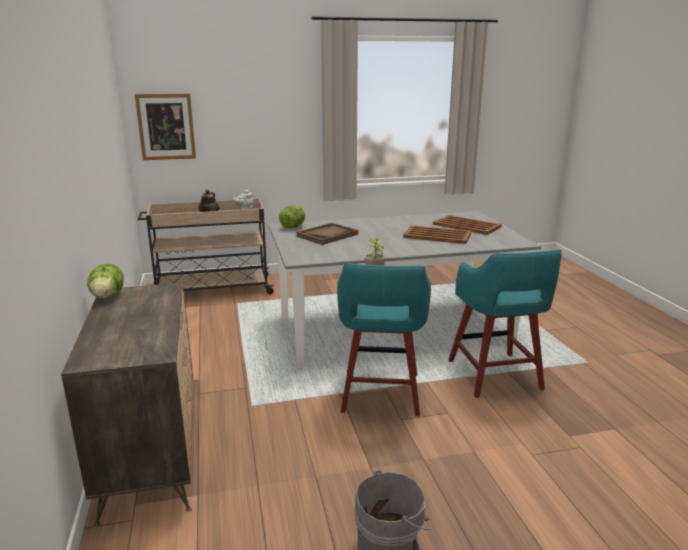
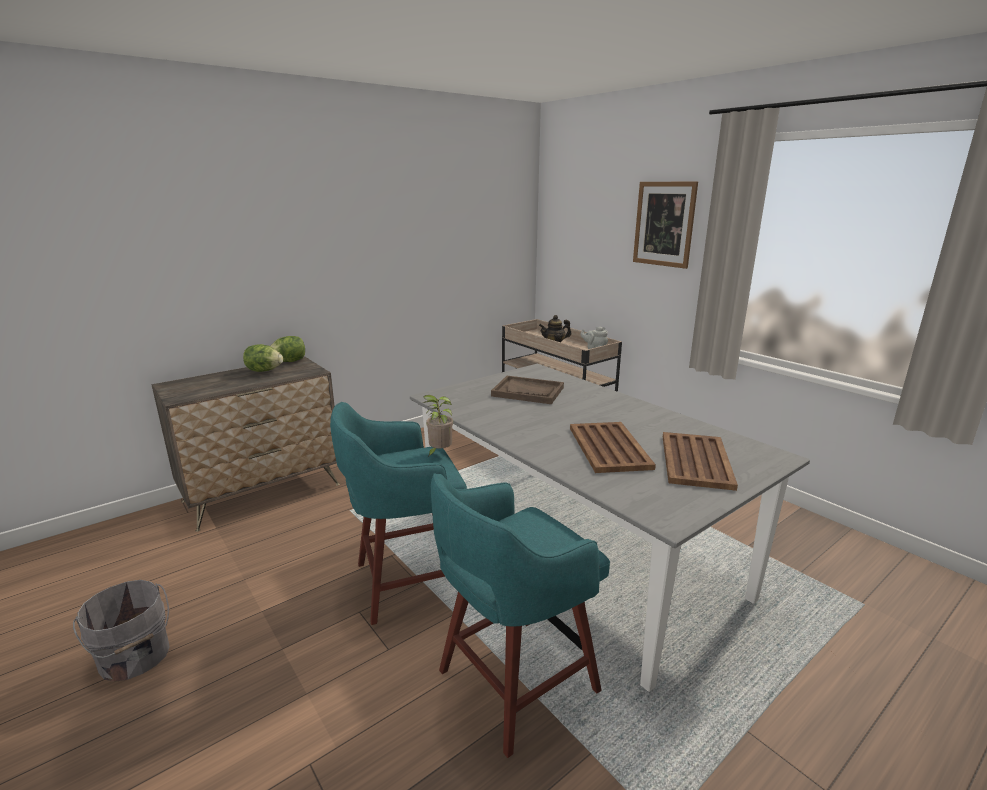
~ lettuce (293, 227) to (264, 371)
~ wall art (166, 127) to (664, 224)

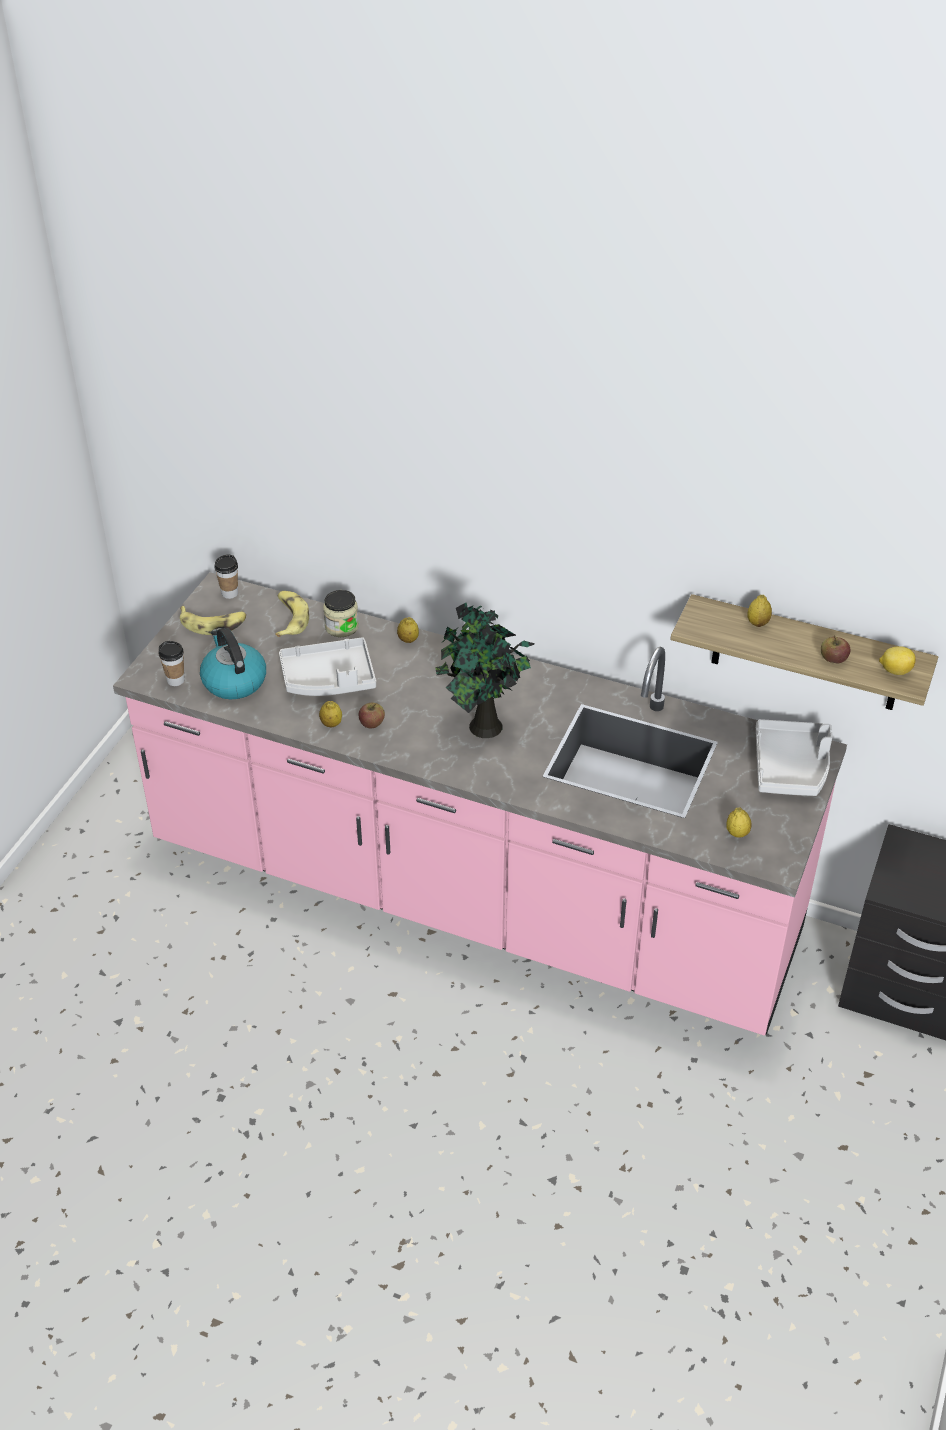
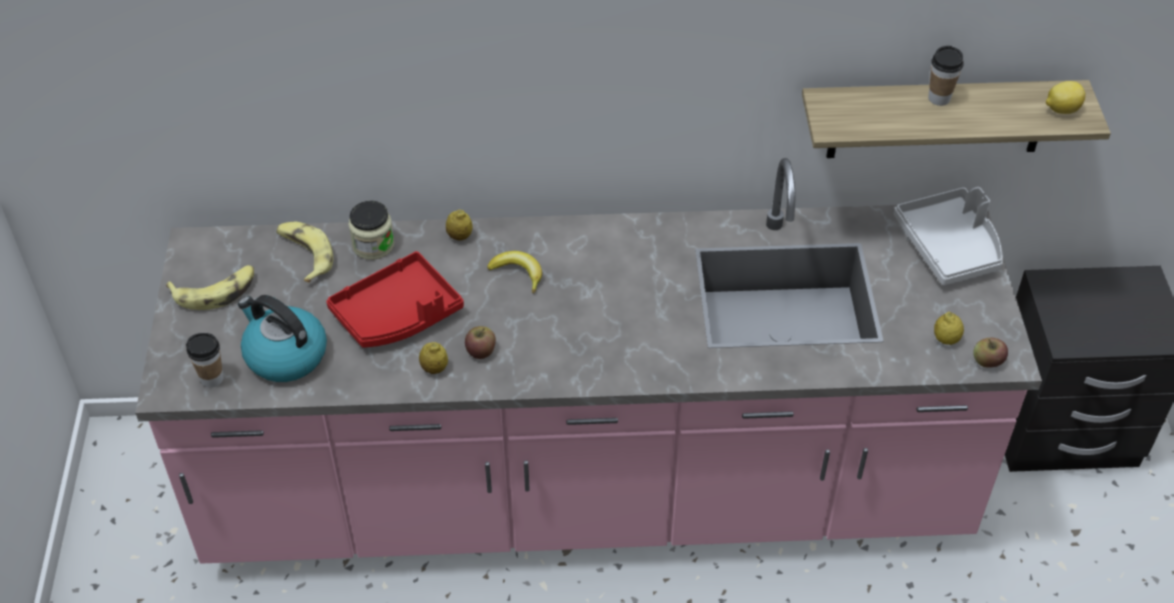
~ tray (gray) (329, 679) to tray (red-coloured) (398, 314)
+ whole banana (518, 273)
~ drinking cup (229, 593) to (939, 98)
~ apple fruit (833, 659) to (987, 362)
- houseplant (483, 728)
- citrus fruit (757, 623)

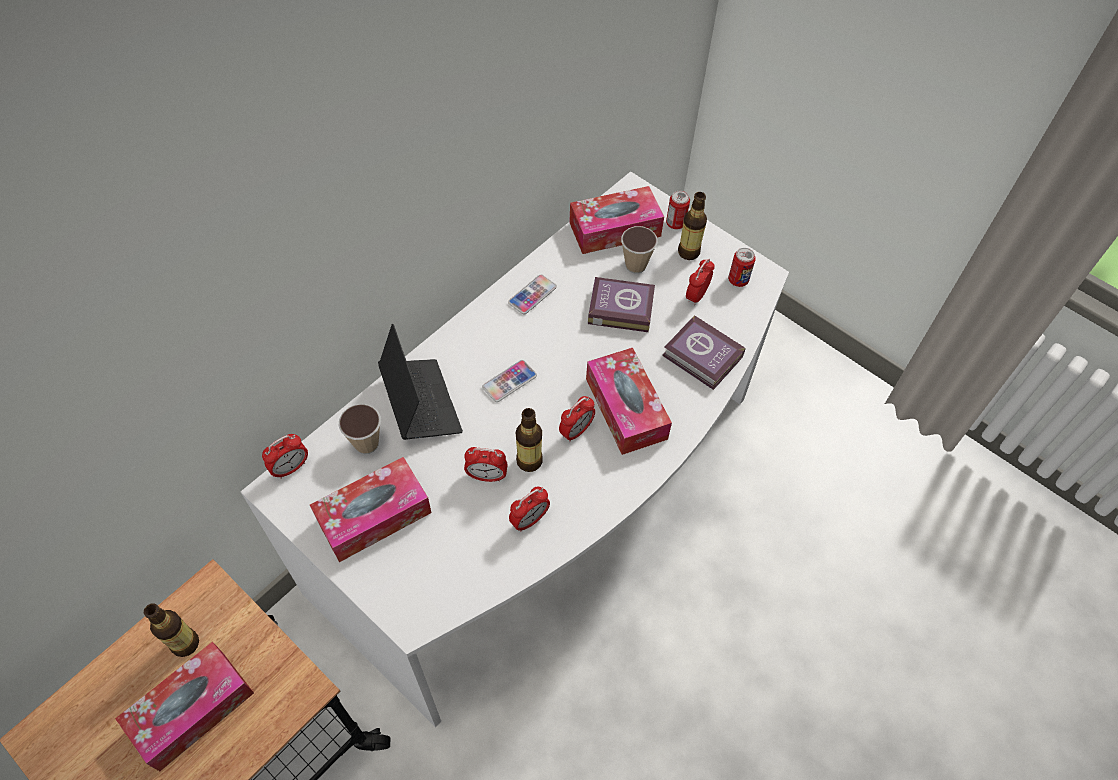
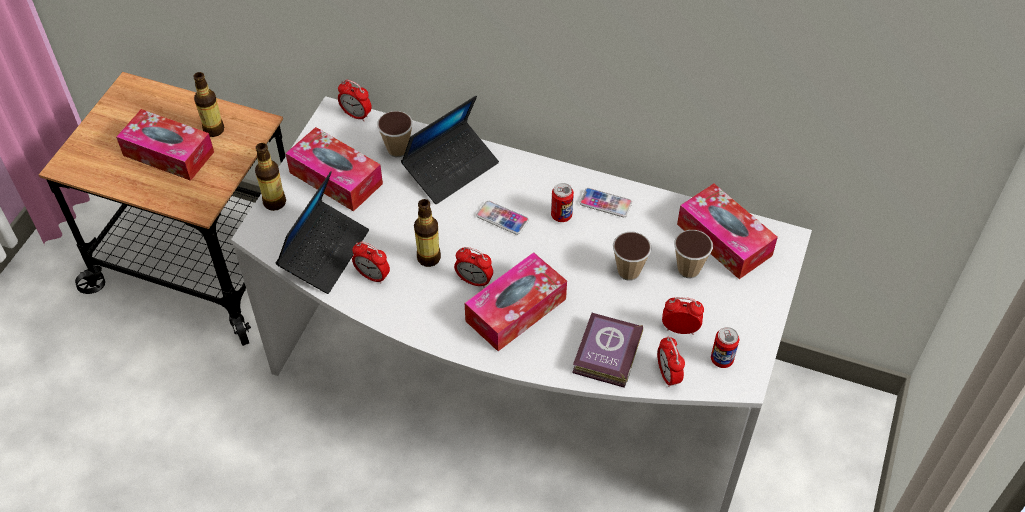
~ drink bottle (688, 252) to (274, 202)
+ laptop (324, 252)
~ can (675, 223) to (561, 215)
~ volume (619, 307) to drinking cup (628, 271)
~ bedside clock (487, 476) to (668, 375)

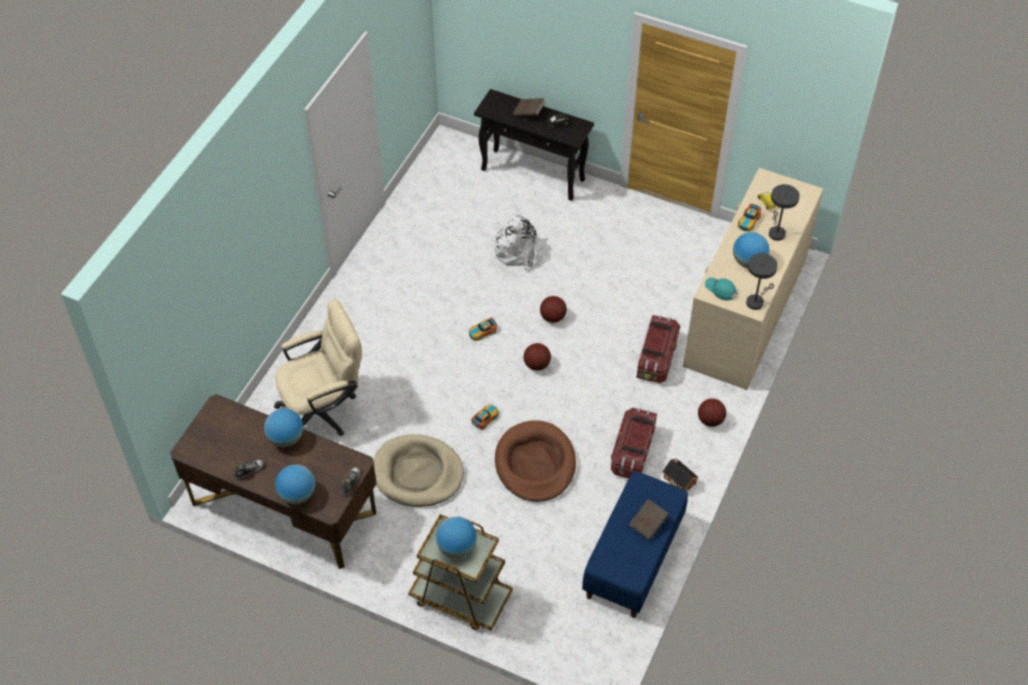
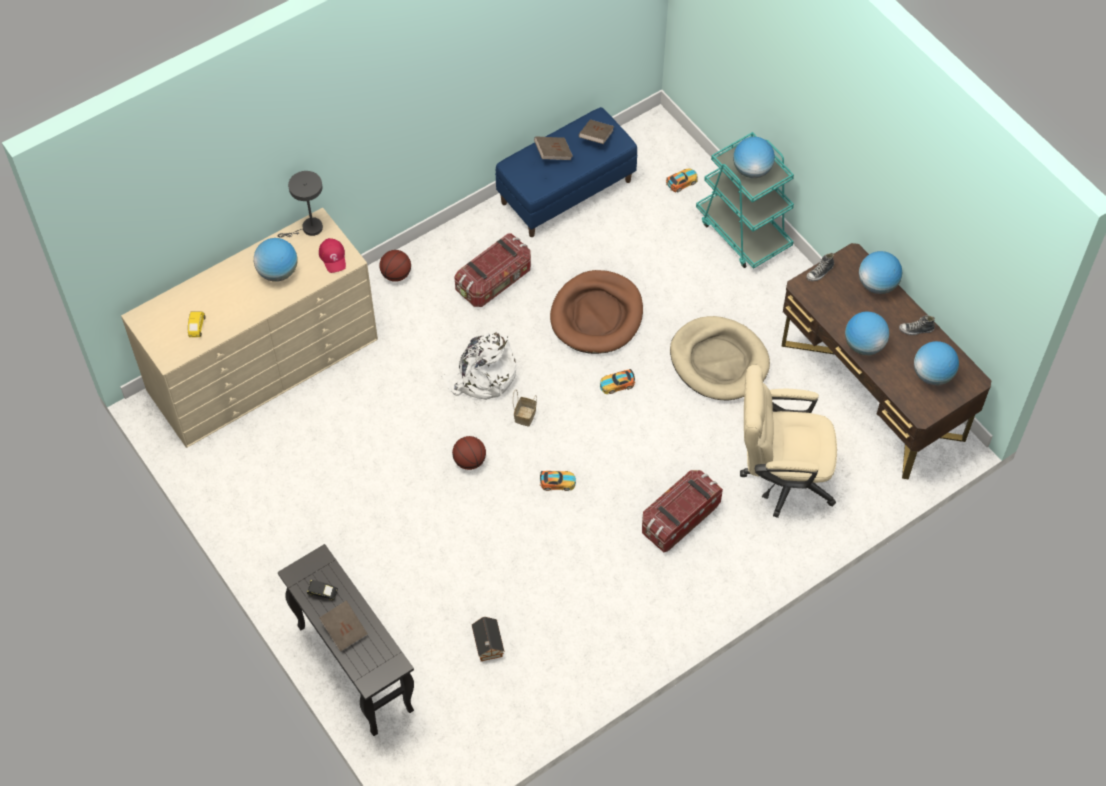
~ baseball cap (blue-green) (720, 289) to baseball cap (red-coloured) (333, 257)
~ backpack (whitish) (519, 250) to (482, 377)
~ toy house (678, 479) to (488, 645)
~ basketball ball (537, 365) to household basket (525, 415)
+ volume (brownish) (596, 137)
~ storage bin (656, 358) to (679, 519)
~ miniature car (748, 221) to (682, 182)
~ wheeled cart (brownish) (460, 597) to wheeled cart (blue-green) (743, 232)
+ desk globe (932, 375)
- lamp for a table (gray) (776, 232)

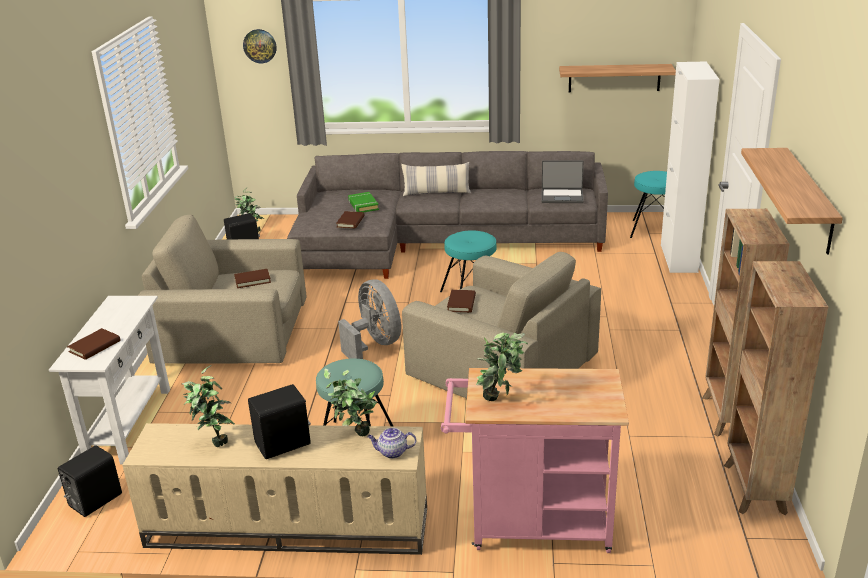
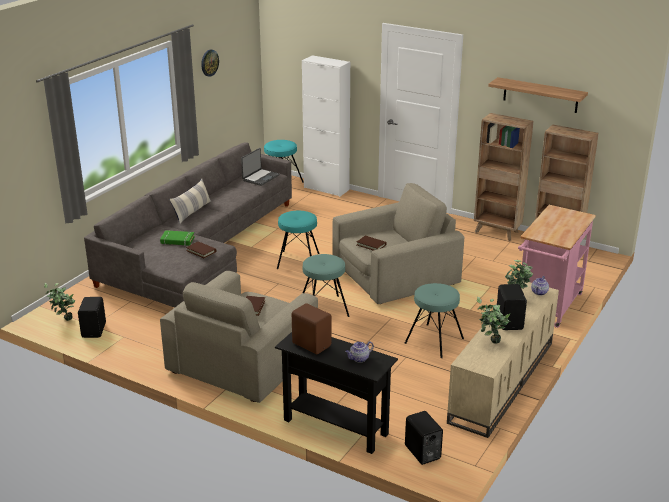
~ wall clock (260, 46) to (209, 62)
~ narrow table (whitish) (129, 424) to narrow table (blackish) (335, 427)
+ audio speaker (brownish) (311, 344)
~ fan (gray) (374, 345) to stool seat (blue-green) (324, 308)
~ volume (brownish) (95, 346) to teapot (359, 359)
- houseplant (501, 399)
- wall shelf (614, 78)

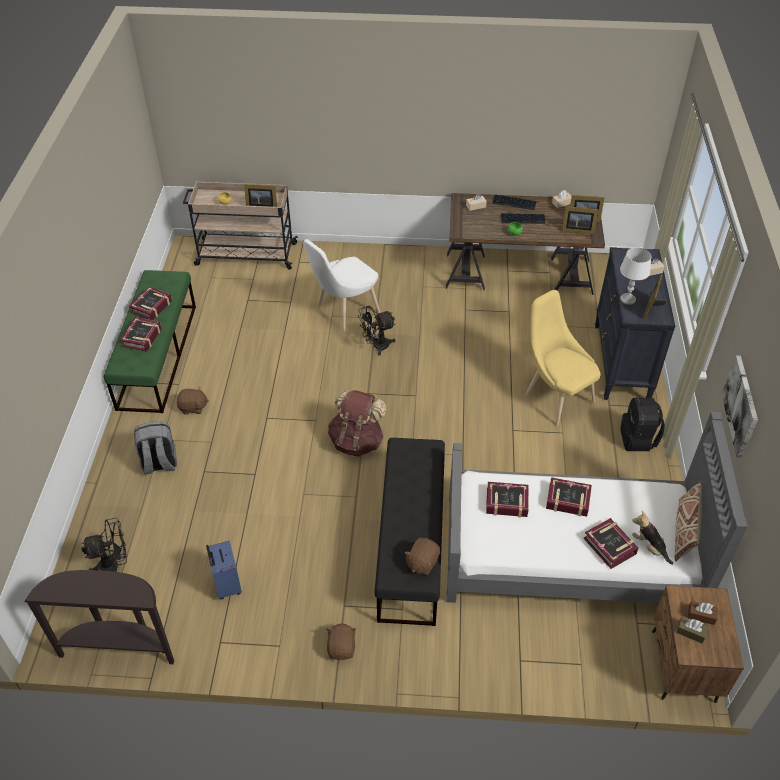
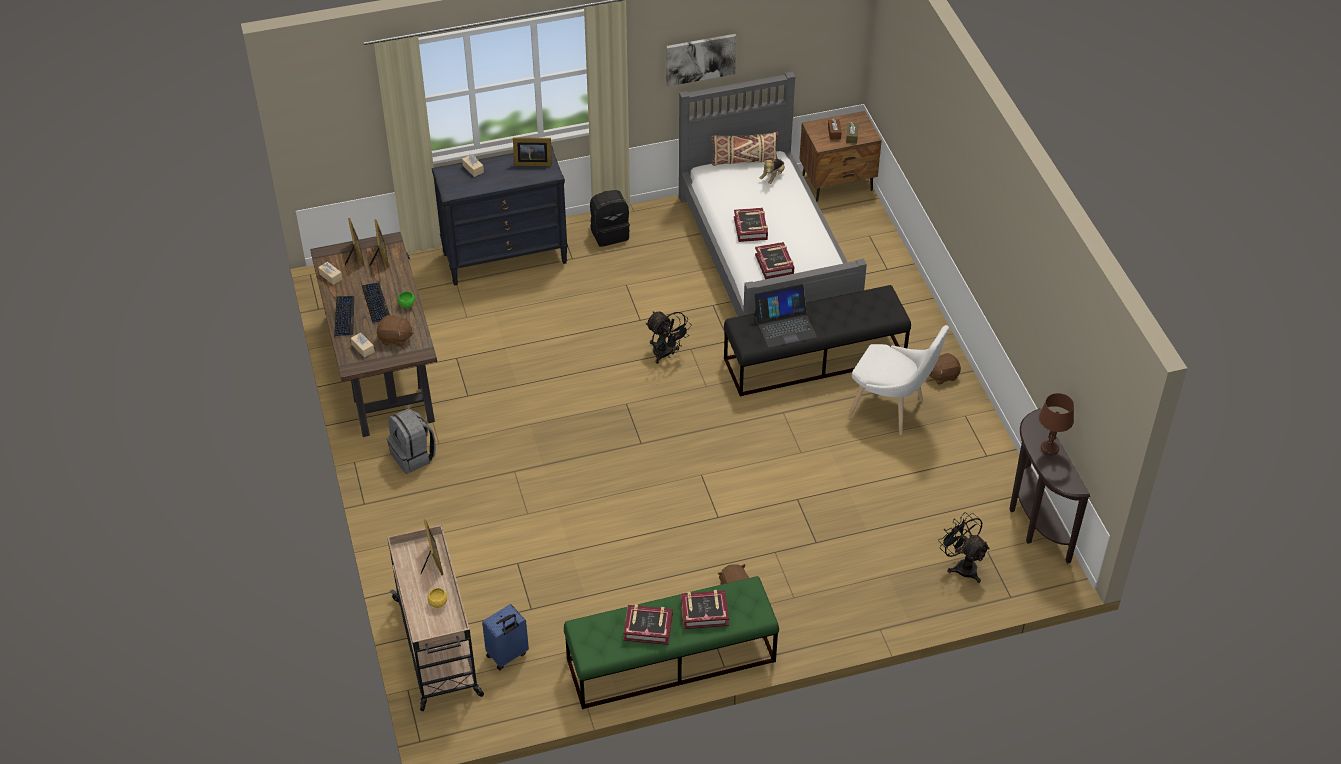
~ cuddly toy (brownish) (422, 563) to (395, 338)
~ backpack (gray) (159, 463) to (413, 456)
~ suitcase (bluish) (226, 585) to (507, 655)
~ fan (blackish) (376, 346) to (665, 354)
+ laptop (785, 326)
~ plain chair (whitish) (344, 312) to (891, 410)
+ lamp for a table (brownish) (1049, 448)
- backpack (brownish) (357, 441)
- plain chair (yellow-coloured) (555, 396)
- volume (610, 546)
- lamp for a table (whitish) (627, 299)

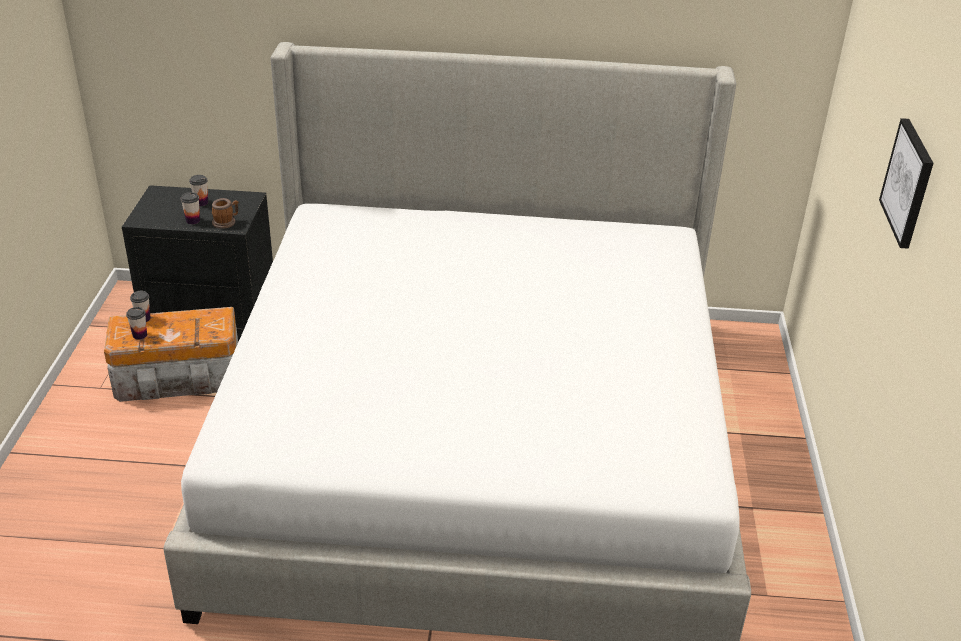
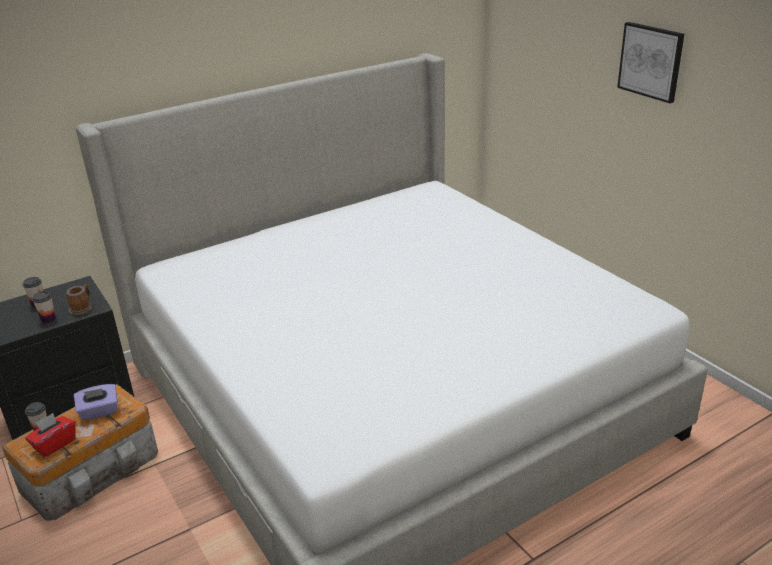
~ drinking cup (140, 335) to tissue holder (red-coloured) (54, 444)
+ tissue holder (purplish) (99, 412)

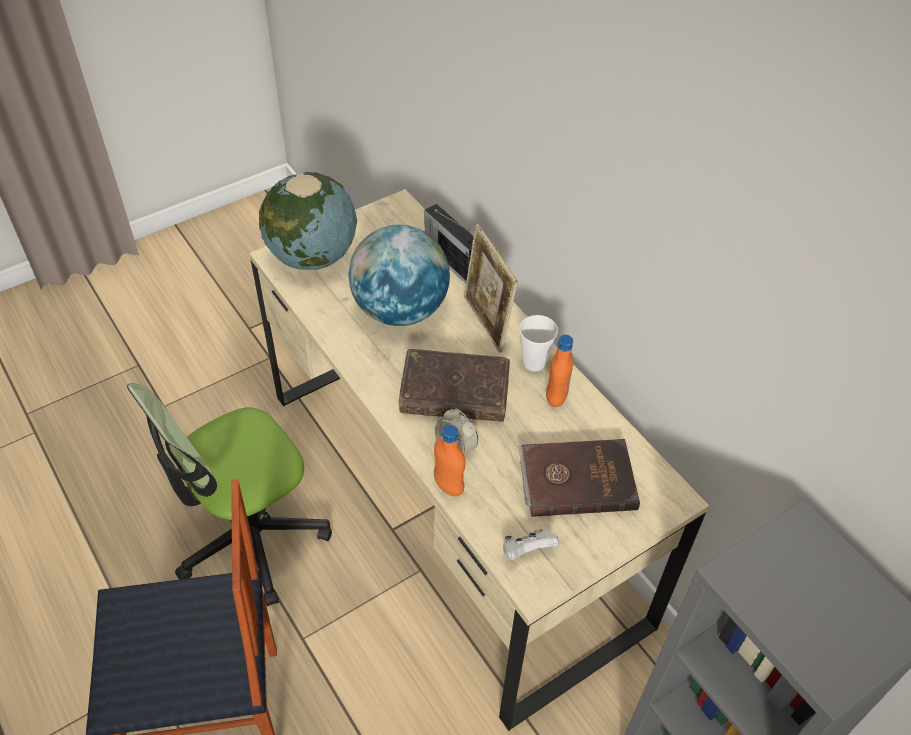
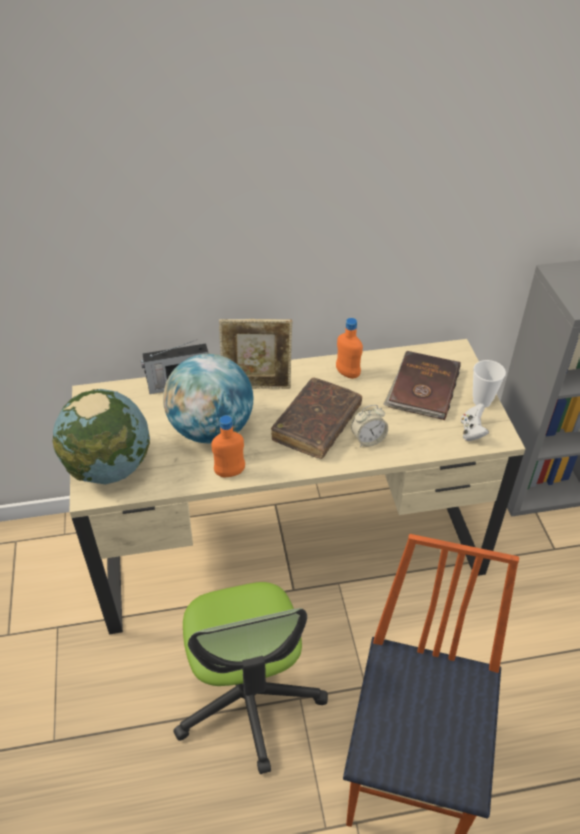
~ drink bottle (orangey) (448, 486) to (230, 472)
~ drinking cup (534, 363) to (482, 401)

